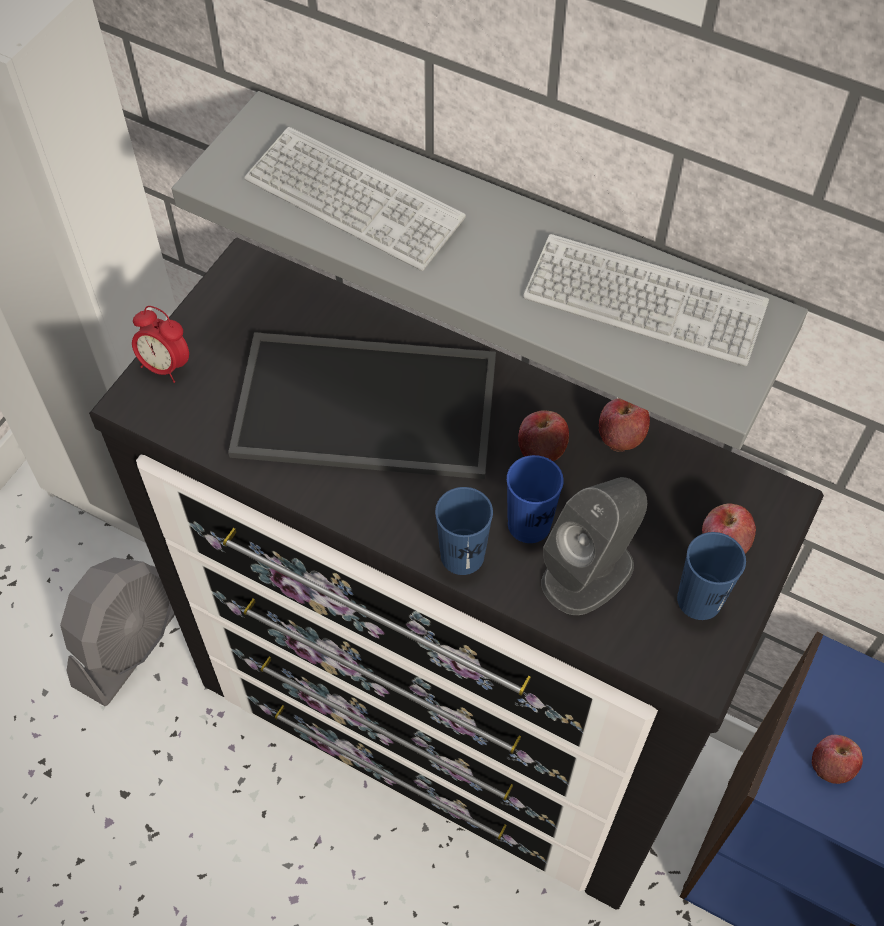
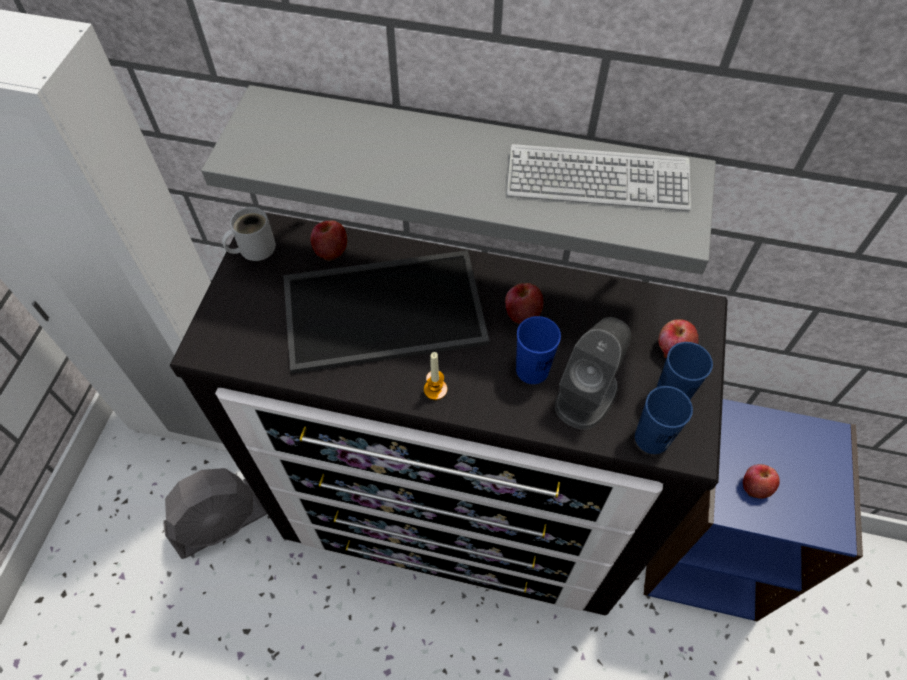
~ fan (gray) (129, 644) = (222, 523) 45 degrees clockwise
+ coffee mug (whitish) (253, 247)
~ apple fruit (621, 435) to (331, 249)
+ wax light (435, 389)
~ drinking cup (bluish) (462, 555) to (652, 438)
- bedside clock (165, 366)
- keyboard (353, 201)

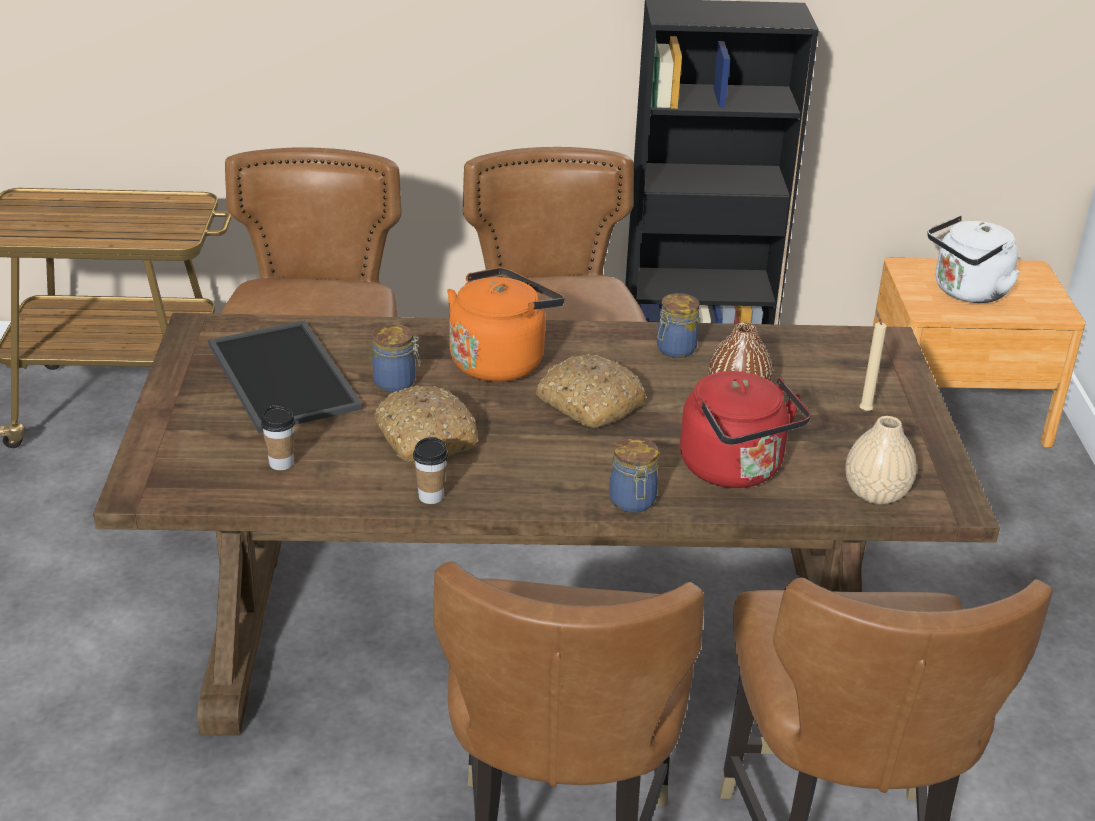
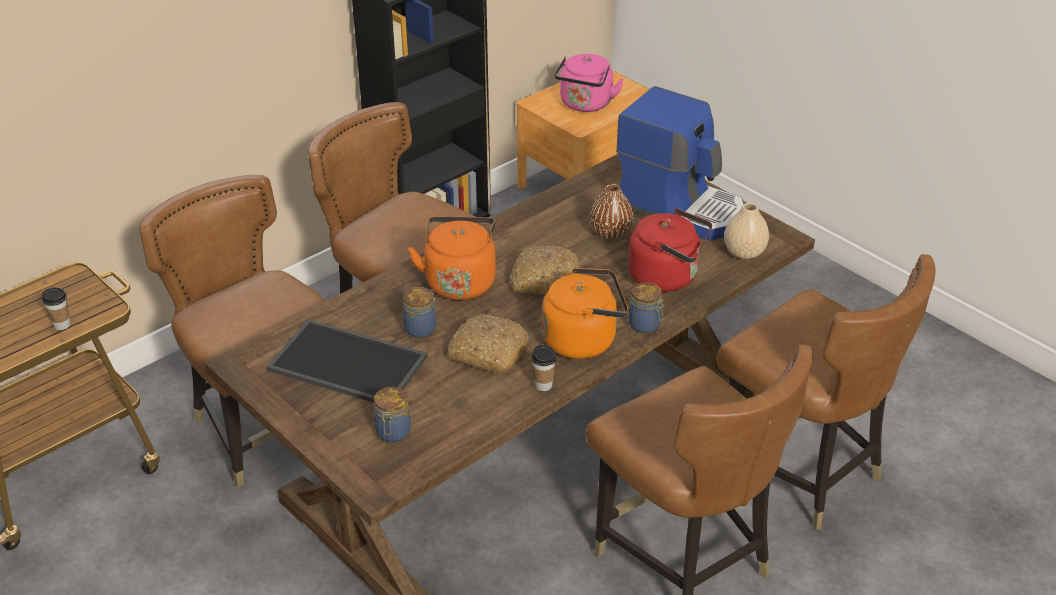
~ drinking cup (281, 463) to (62, 325)
~ preserve jar (674, 350) to (393, 433)
+ tea kettle (orangey) (583, 339)
~ tea kettle (whitish) (967, 292) to tea kettle (pinkish) (585, 105)
~ wax light (beige) (864, 410) to coffee machine (680, 207)

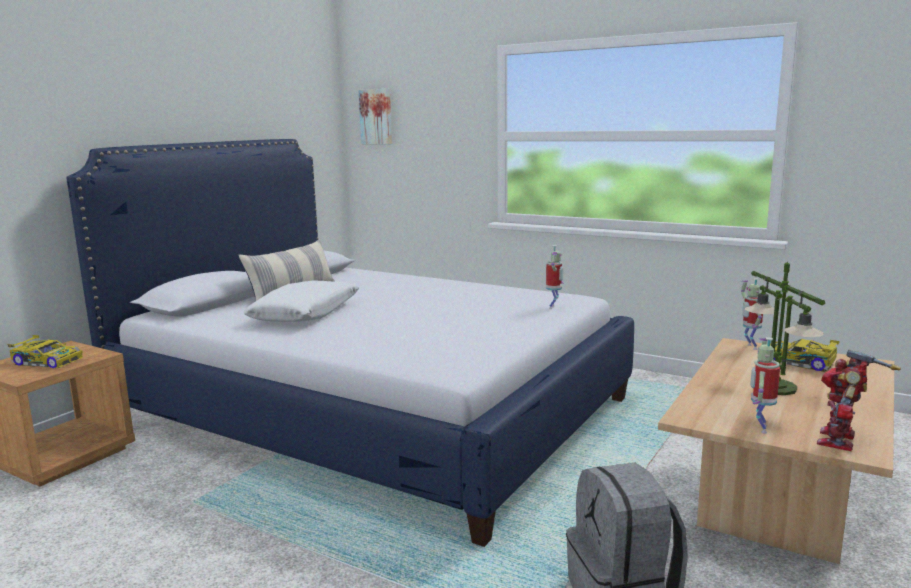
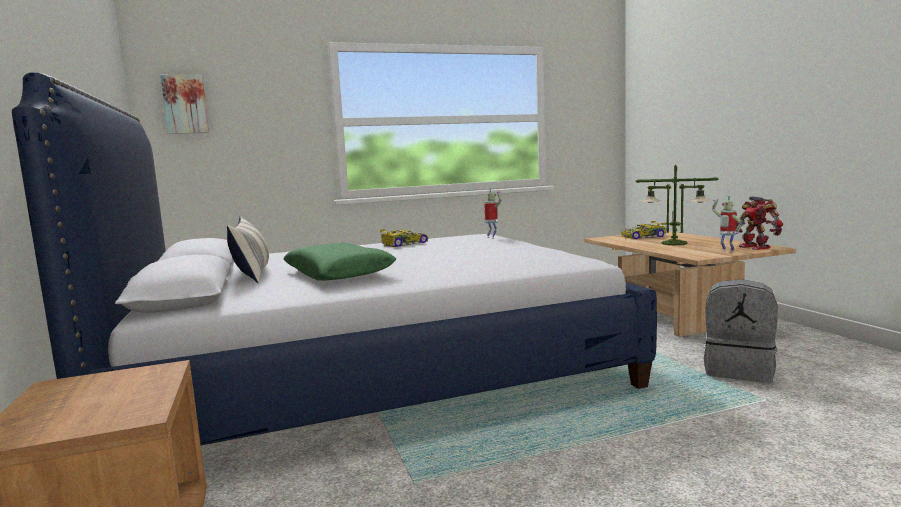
~ throw pillow (whitish) (305, 313) to throw pillow (green) (338, 274)
~ miniature car (47, 361) to (404, 244)
- toy robot (749, 347)

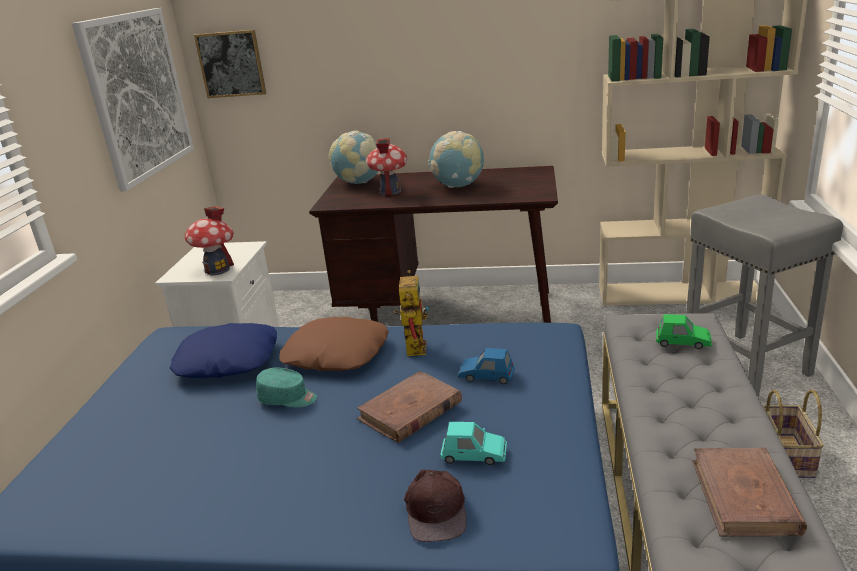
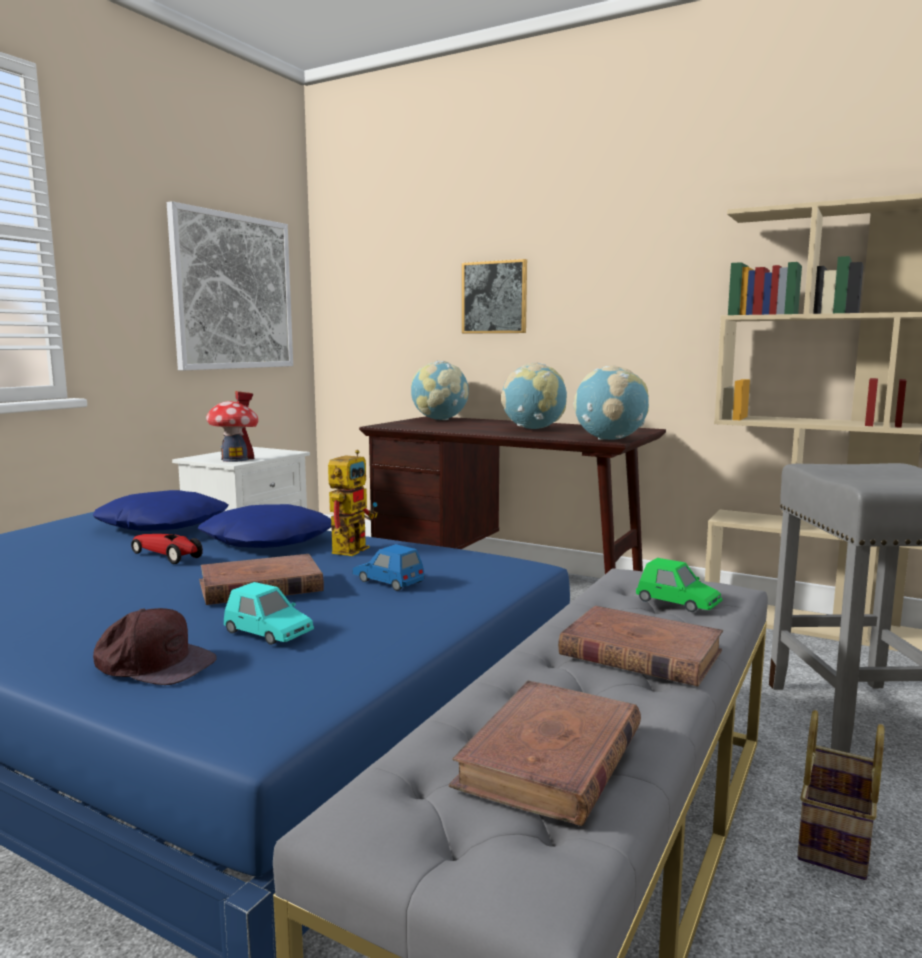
~ baseball cap (brownish) (436, 509) = (153, 664) 90 degrees counterclockwise
~ baseball cap (blue-green) (288, 399) to miniature car (166, 556)
~ throw pillow (brownish) (336, 354) to throw pillow (bluish) (266, 540)
~ wall art (231, 64) to (494, 297)
+ volume (brownish) (639, 653)
+ desk globe (610, 440)
- toy house (390, 191)

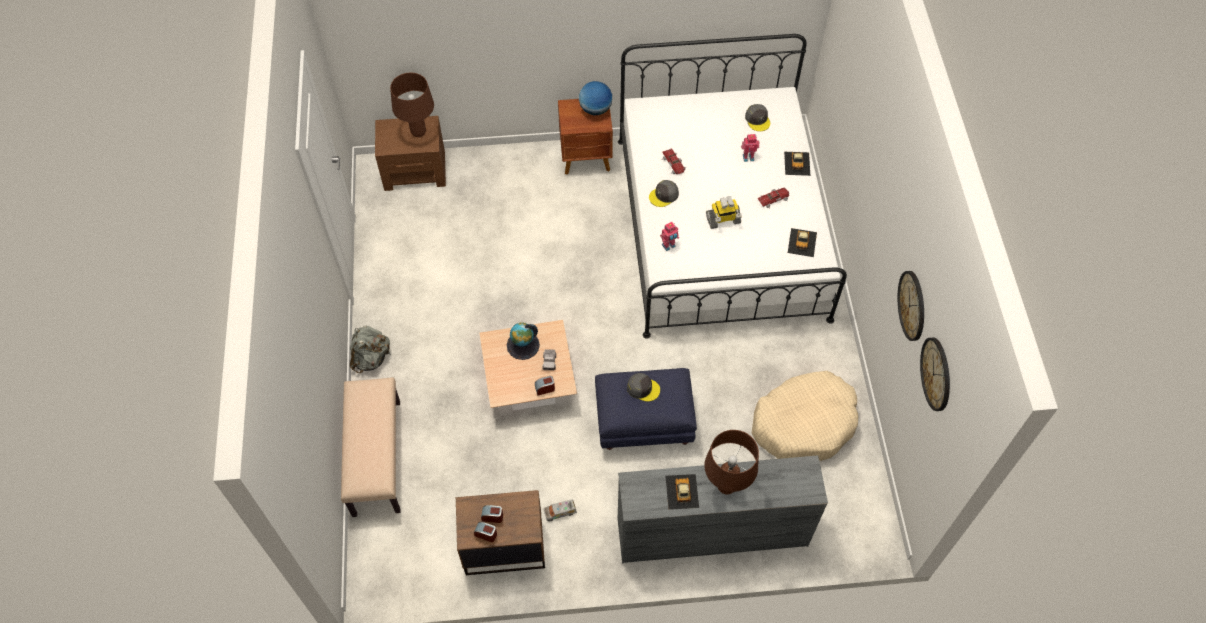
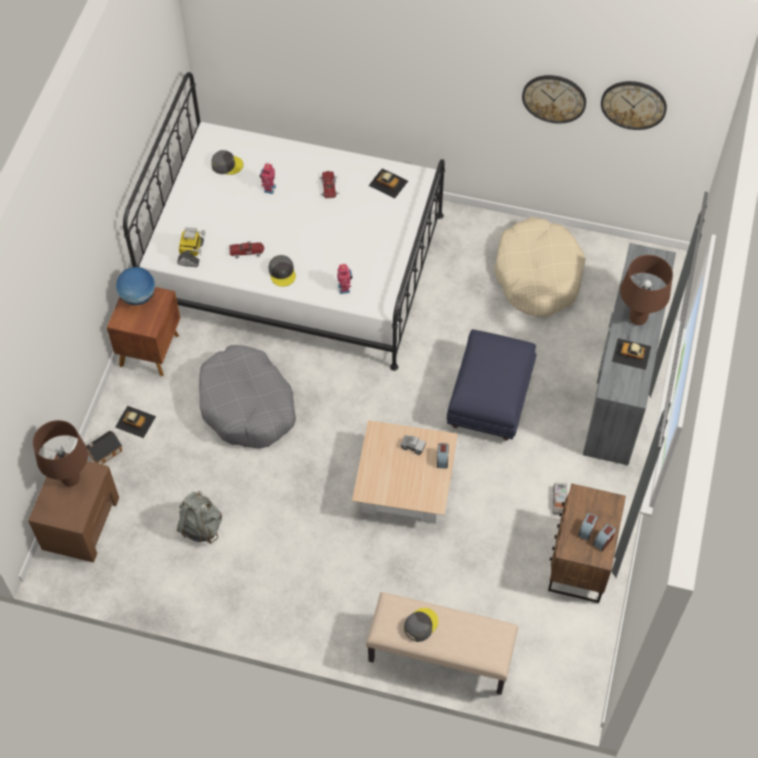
+ toy house (103, 453)
~ miniature car (797, 163) to (135, 421)
~ toy robot (723, 220) to (191, 253)
~ backpack (gray) (371, 358) to (201, 526)
+ dog cushion (gray) (247, 405)
~ baseball cap (gray) (643, 388) to (420, 625)
- desk globe (523, 345)

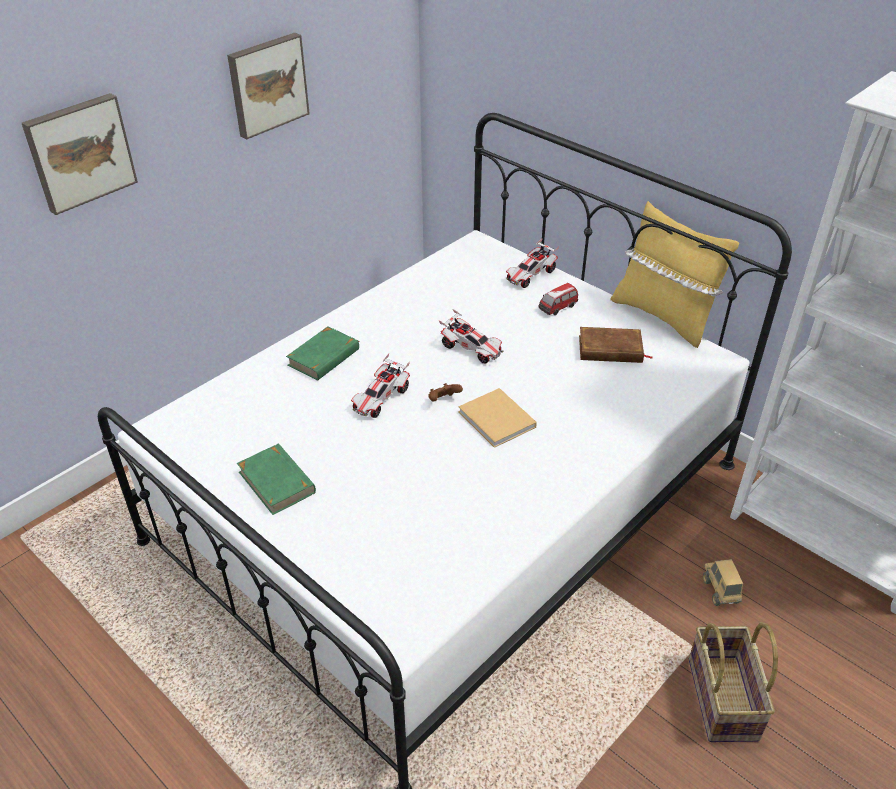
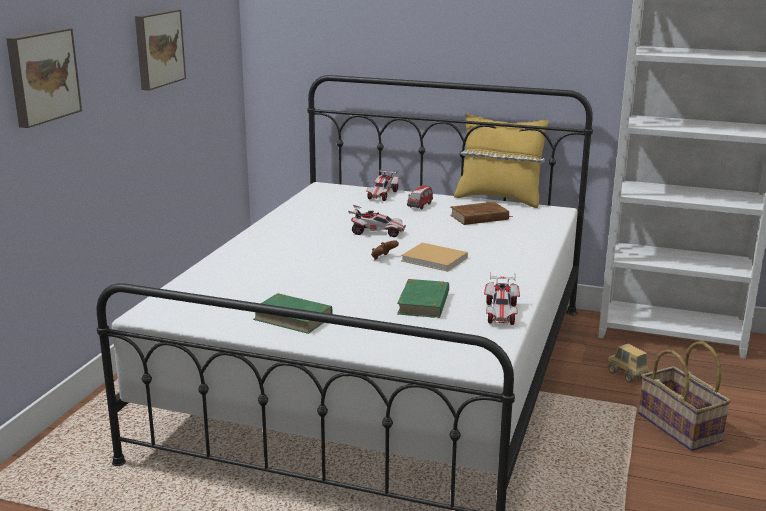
~ volume (green) (324, 357) to (424, 303)
~ miniature car (381, 399) to (501, 313)

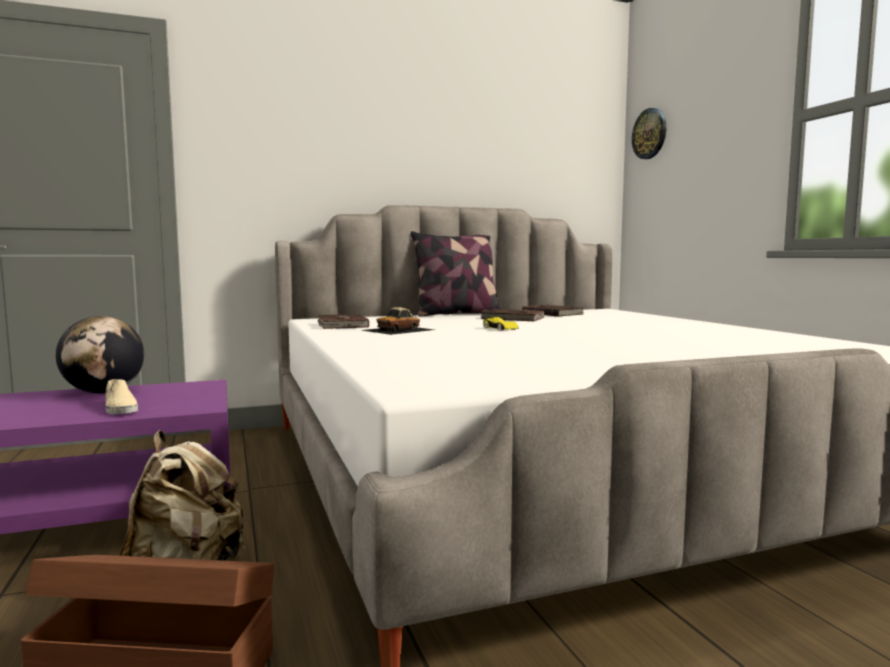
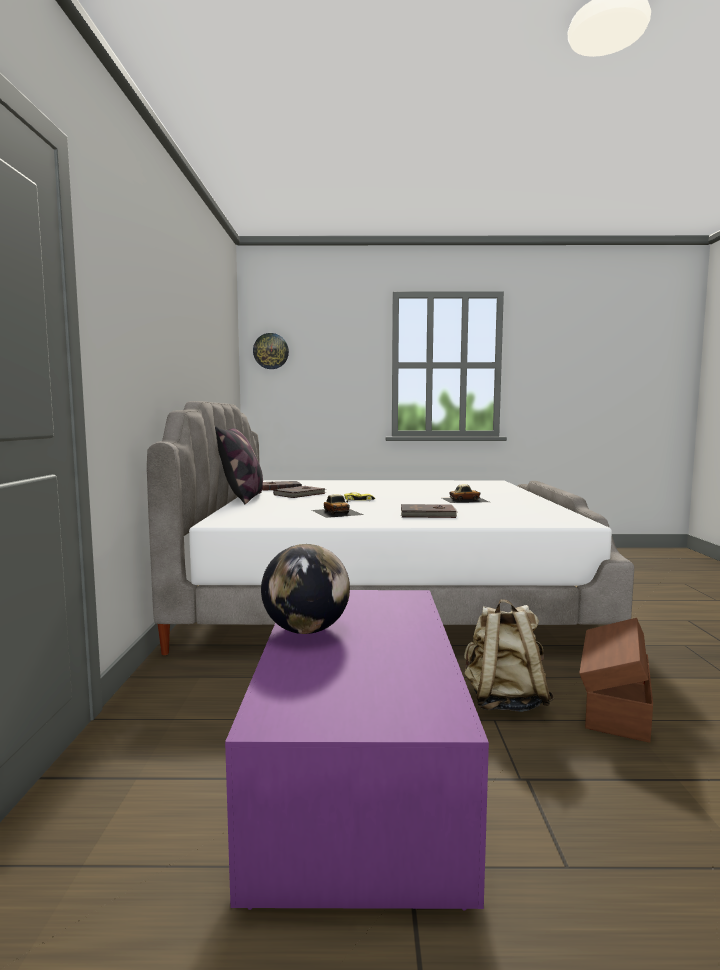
~ volume (brownish) (341, 325) to (428, 514)
+ miniature car (464, 499)
- item of footwear (beige) (119, 408)

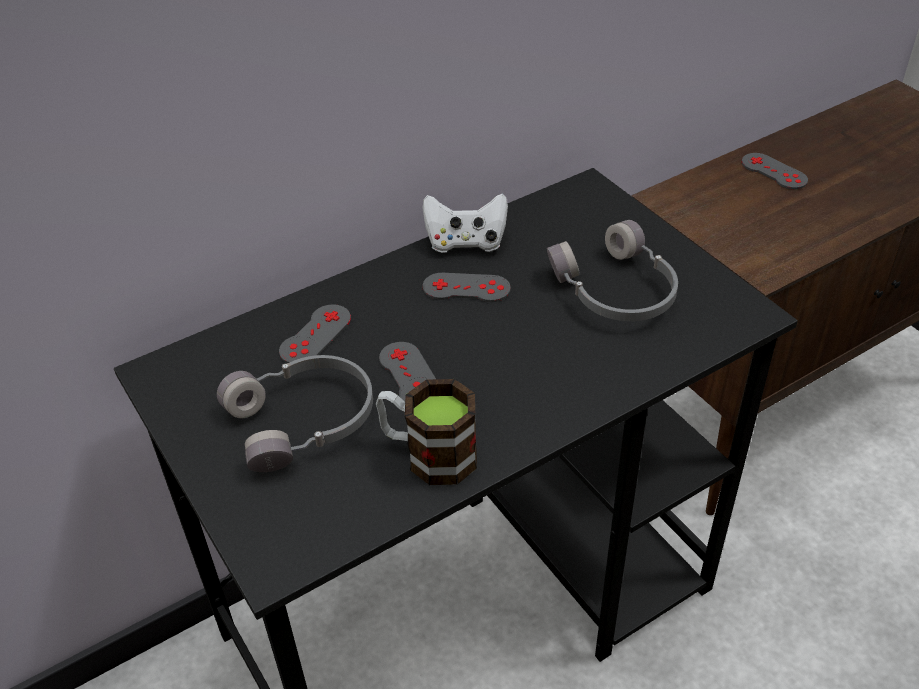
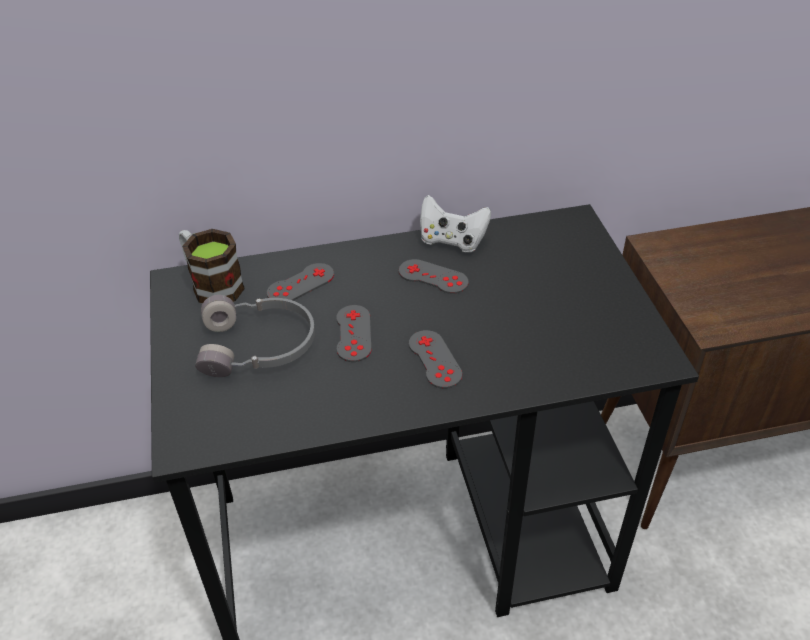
~ coffee mug (428, 454) to (211, 284)
~ gamepad (gray) (774, 171) to (434, 359)
- headphones (gray) (614, 291)

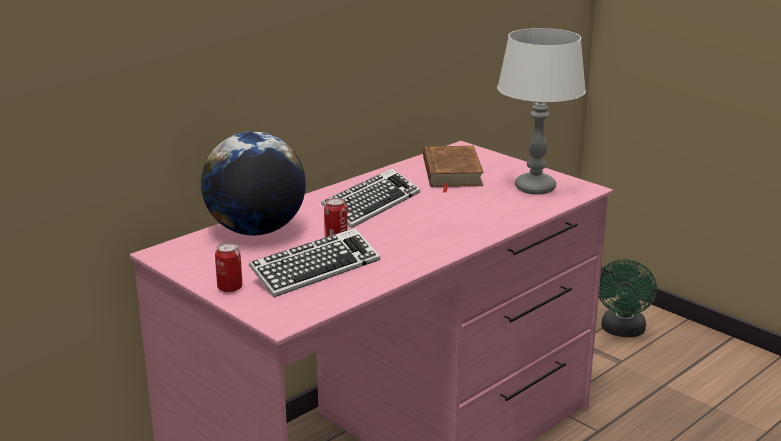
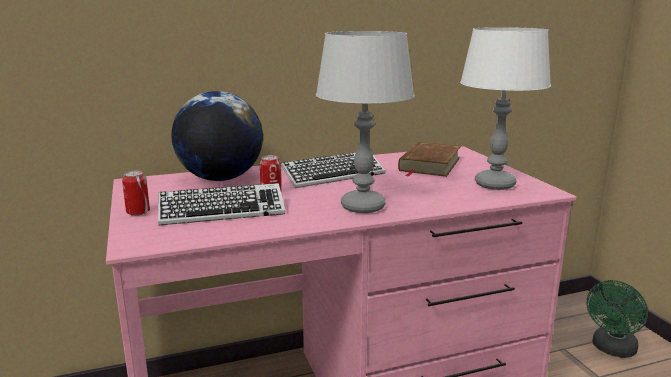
+ lamp for a table (gray) (362, 207)

